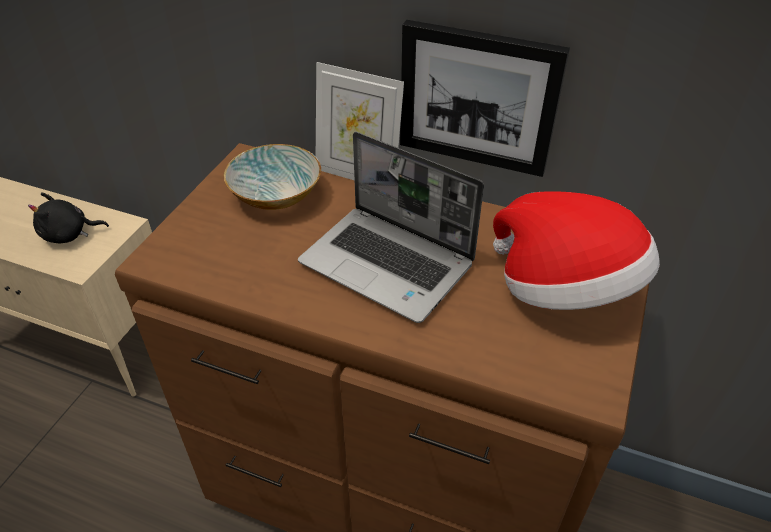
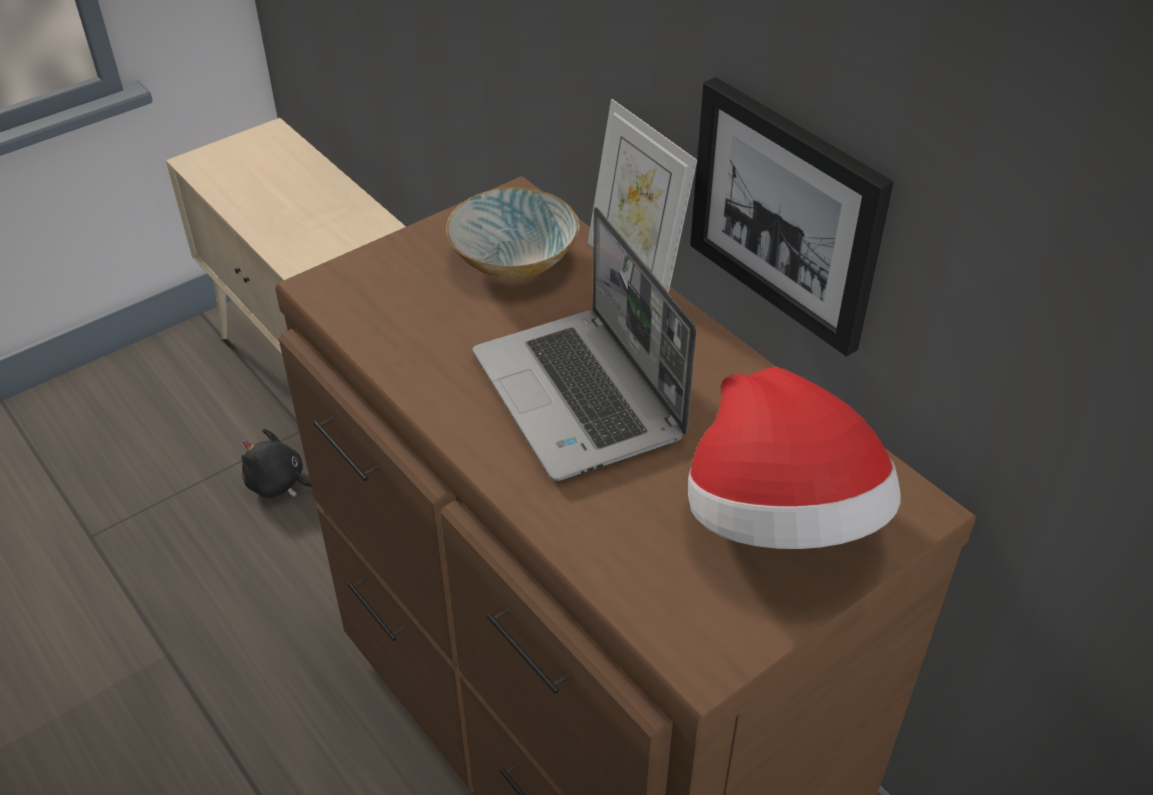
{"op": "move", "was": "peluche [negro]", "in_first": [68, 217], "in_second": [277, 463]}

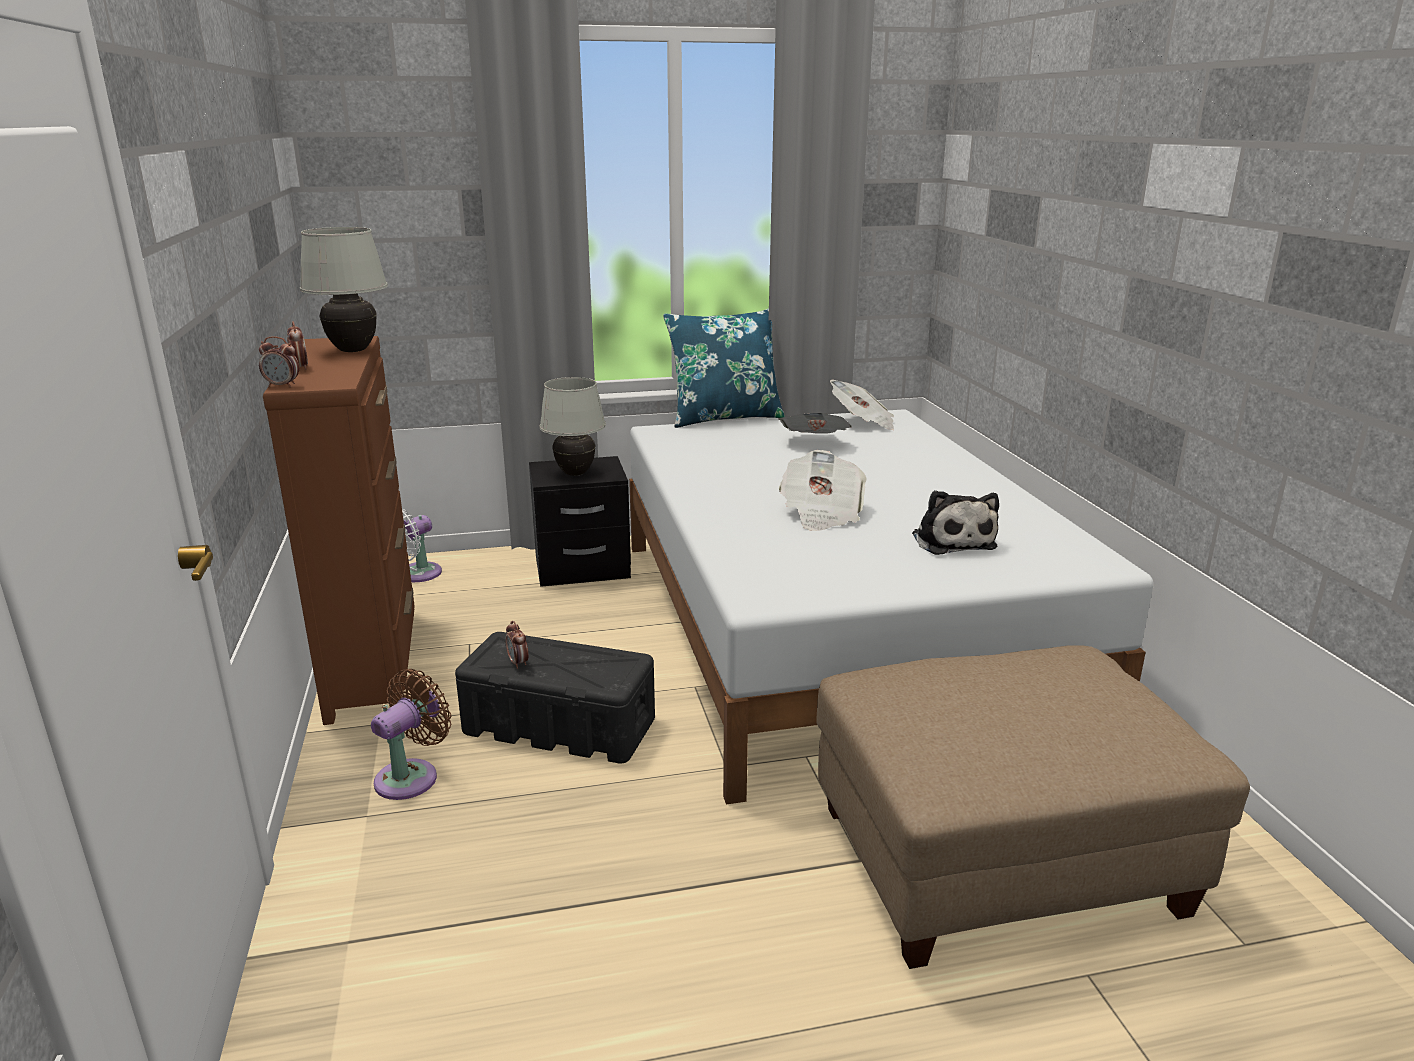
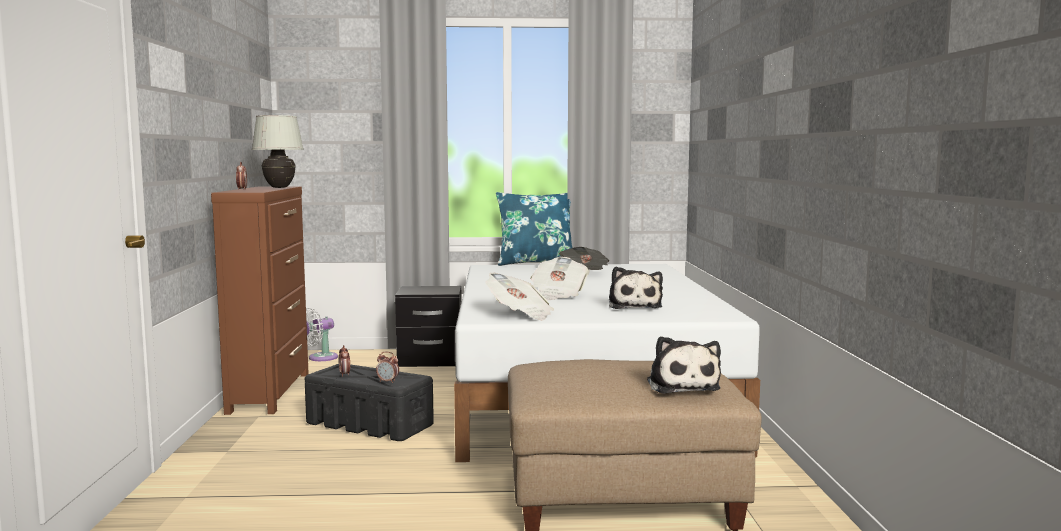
{"op": "move", "was": "despertador", "in_first": [279, 362], "in_second": [387, 367]}
{"op": "move", "was": "periódico", "in_first": [862, 405], "in_second": [519, 297]}
{"op": "insert", "now": "peluche", "in_second": [684, 365]}
{"op": "delete", "was": "ventilador [marrón]", "in_first": [411, 734]}
{"op": "delete", "was": "lámpara de mesa [blanco]", "in_first": [573, 426]}

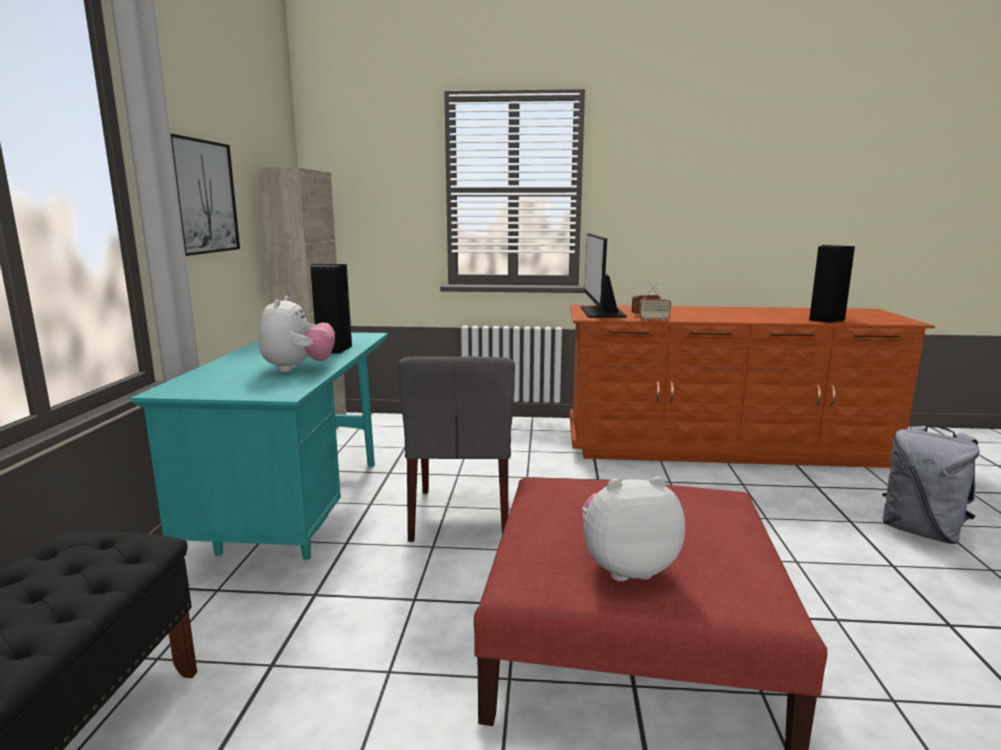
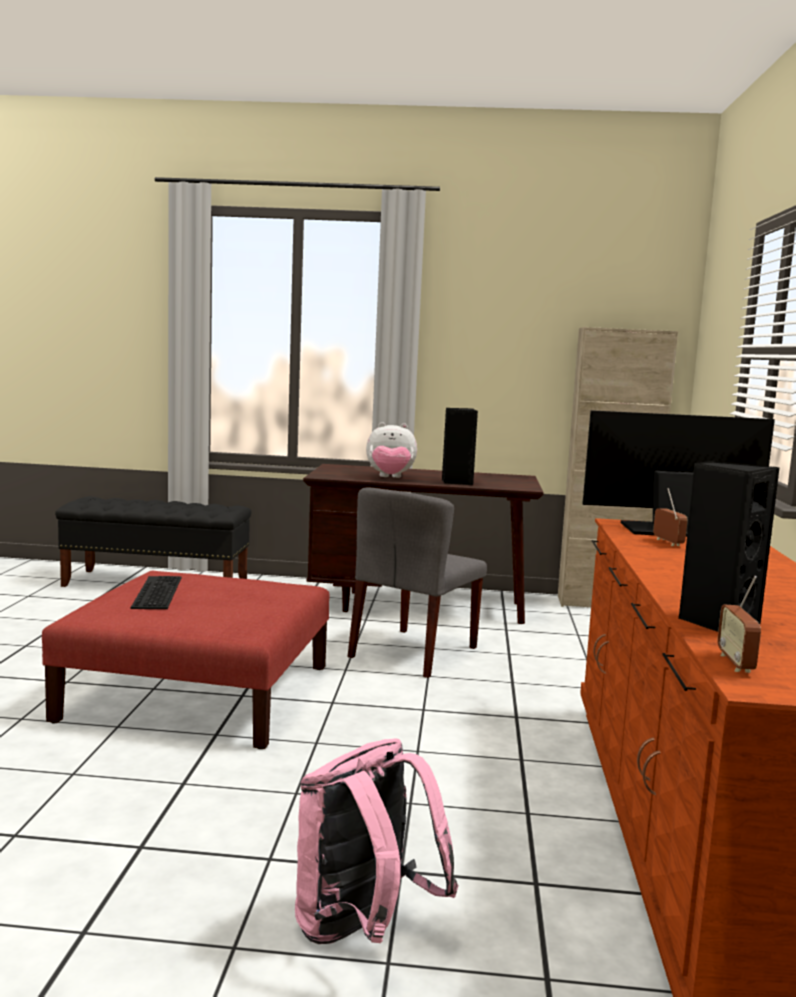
{"op": "replace", "was": "peluche", "now": "teclado", "in_first": [633, 528], "in_second": [156, 592]}
{"op": "recolor", "was": "mochila [gris]", "now": "mochila [rosa]", "in_first": [931, 485], "in_second": [377, 841]}
{"op": "recolor", "was": "escritorio [turquesa]", "now": "escritorio [marrón]", "in_first": [259, 446], "in_second": [423, 544]}
{"op": "rotate", "was": "silla [gris]", "in_first": [456, 449], "in_second": [417, 582], "clockwise": -60}
{"op": "move", "was": "radio", "in_first": [655, 302], "in_second": [739, 624]}
{"op": "delete", "was": "cuadro", "in_first": [205, 194]}

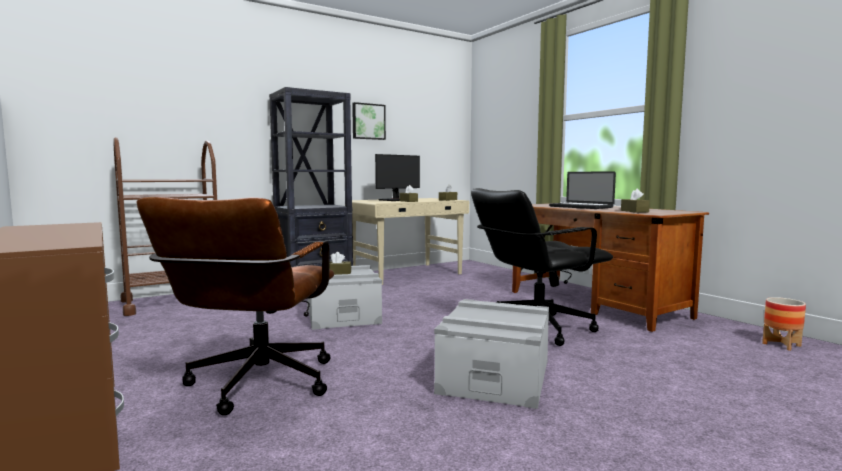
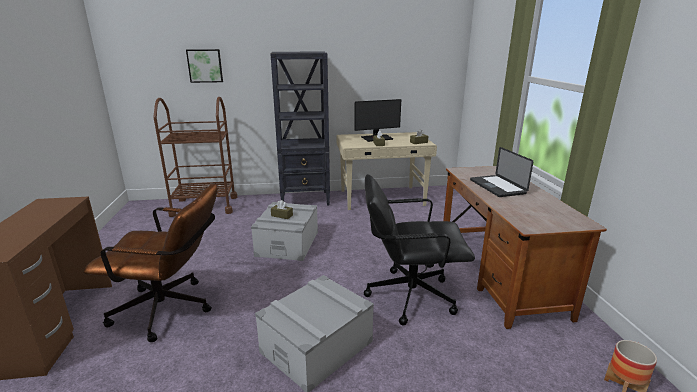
{"op": "rotate", "was": "silla de oficina [marrón]", "in_first": [235, 306], "in_second": [150, 263], "clockwise": -120}
{"op": "move", "was": "cuadro", "in_first": [369, 121], "in_second": [204, 66]}
{"op": "delete", "was": "caja de pañuelos [marrón]", "in_first": [635, 201]}

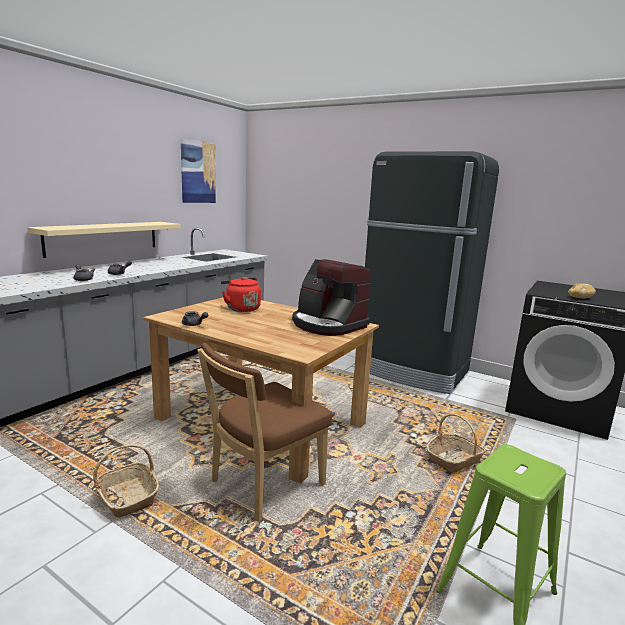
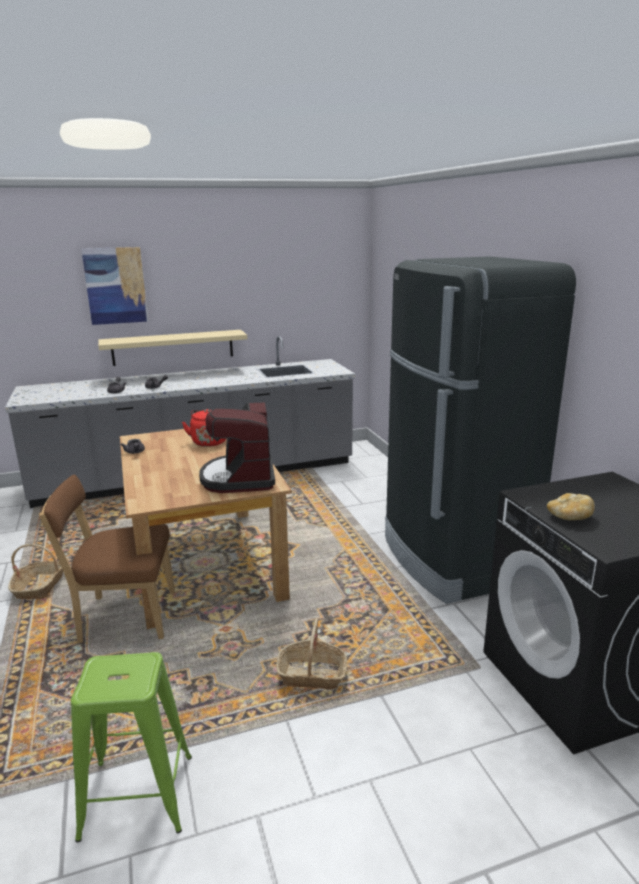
{"op": "move", "was": "cuadro", "in_first": [198, 170], "in_second": [114, 286]}

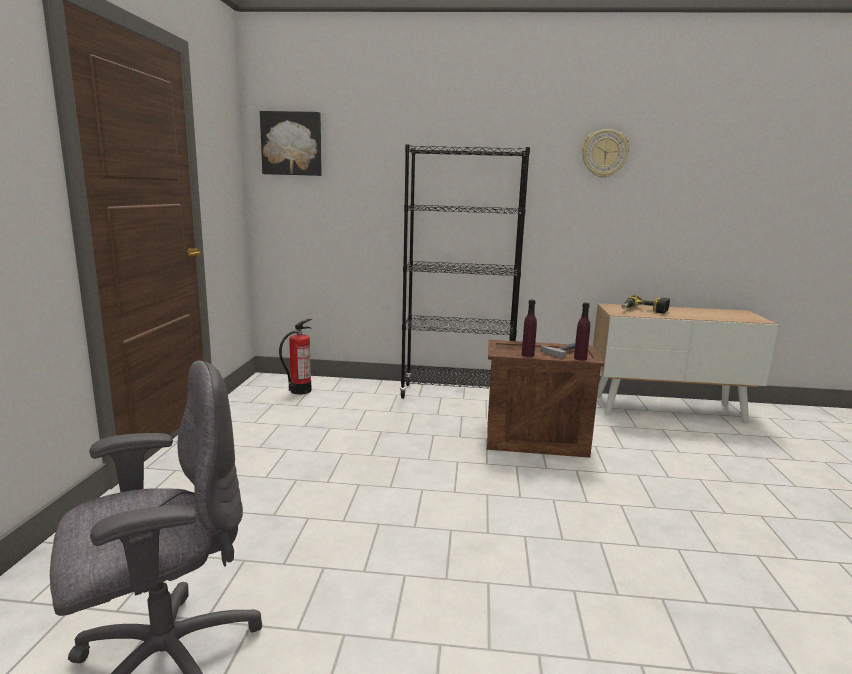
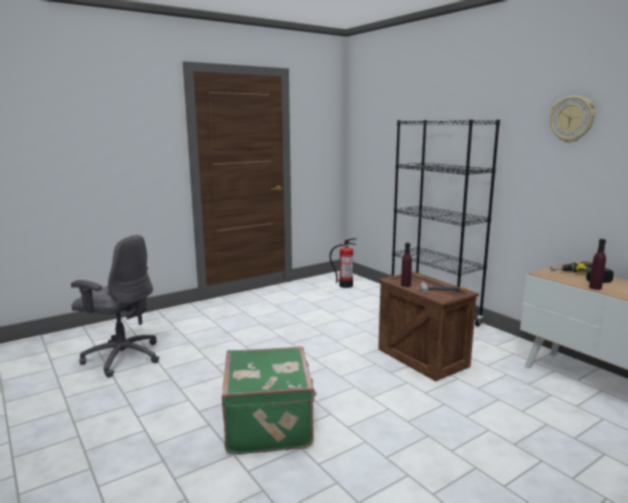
{"op": "insert", "now": "maleta [verde]", "in_second": [269, 400]}
{"op": "move", "was": "botella [morado]", "in_first": [582, 331], "in_second": [597, 264]}
{"op": "delete", "was": "cuadro", "in_first": [291, 143]}

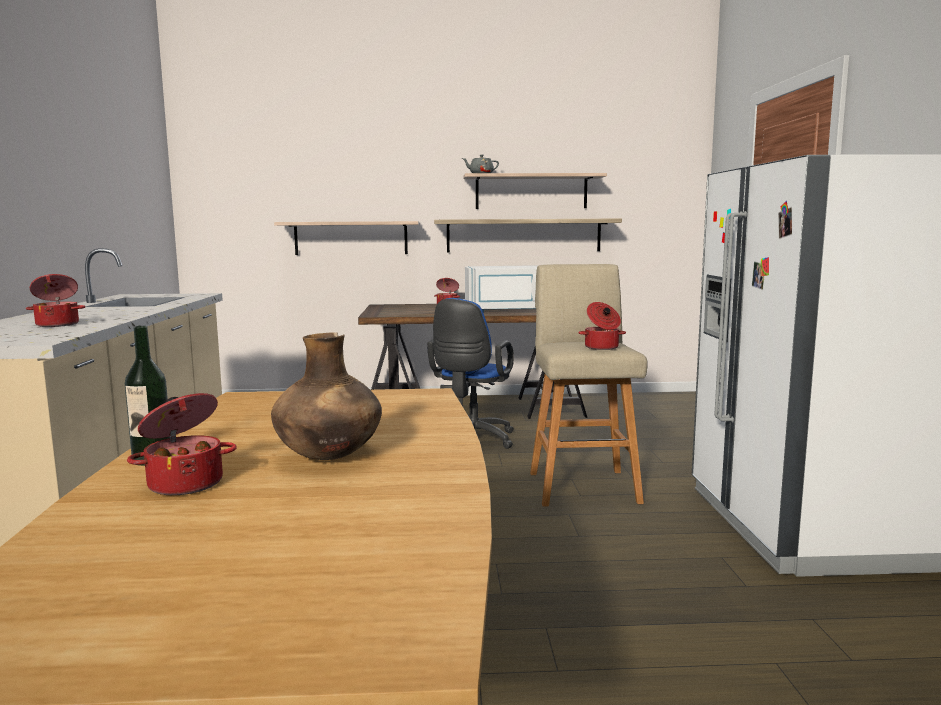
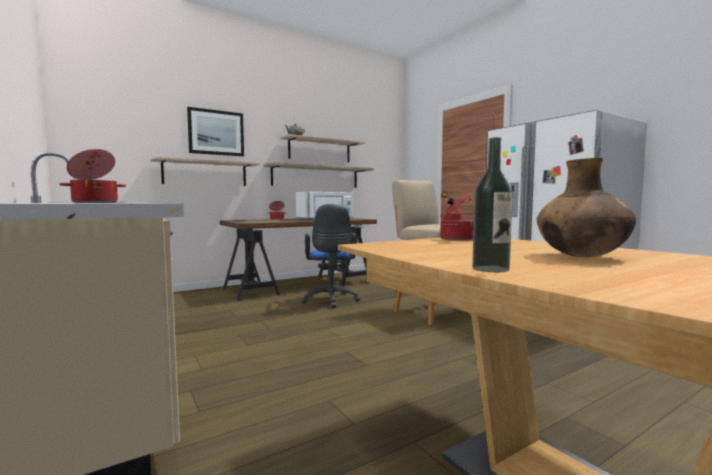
{"op": "insert", "now": "cuadro", "in_second": [215, 131]}
{"op": "move", "was": "olla", "in_first": [182, 444], "in_second": [457, 217]}

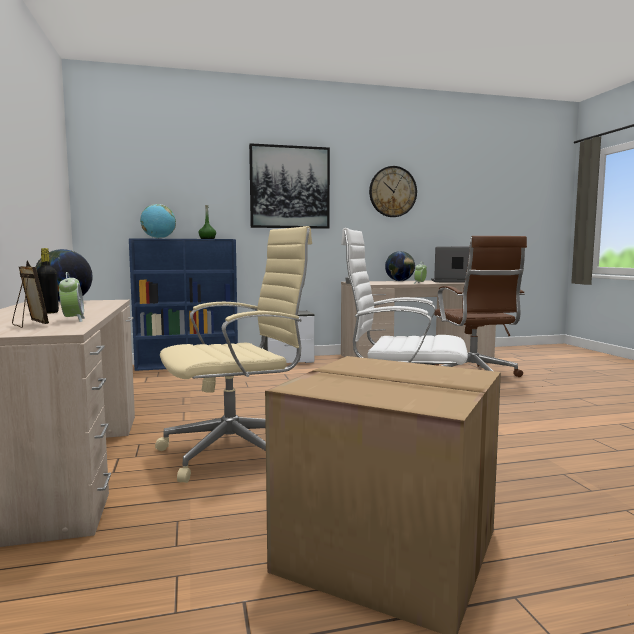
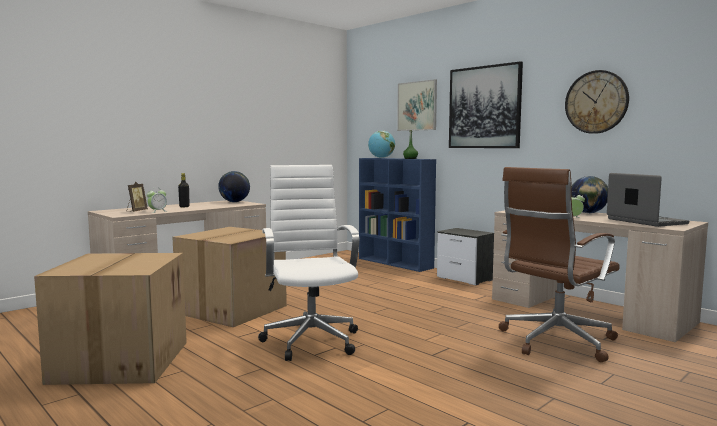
{"op": "replace", "was": "silla de oficina [beis]", "now": "caja de cartón", "in_first": [233, 354], "in_second": [230, 277]}
{"op": "insert", "now": "cuadro", "in_second": [417, 105]}

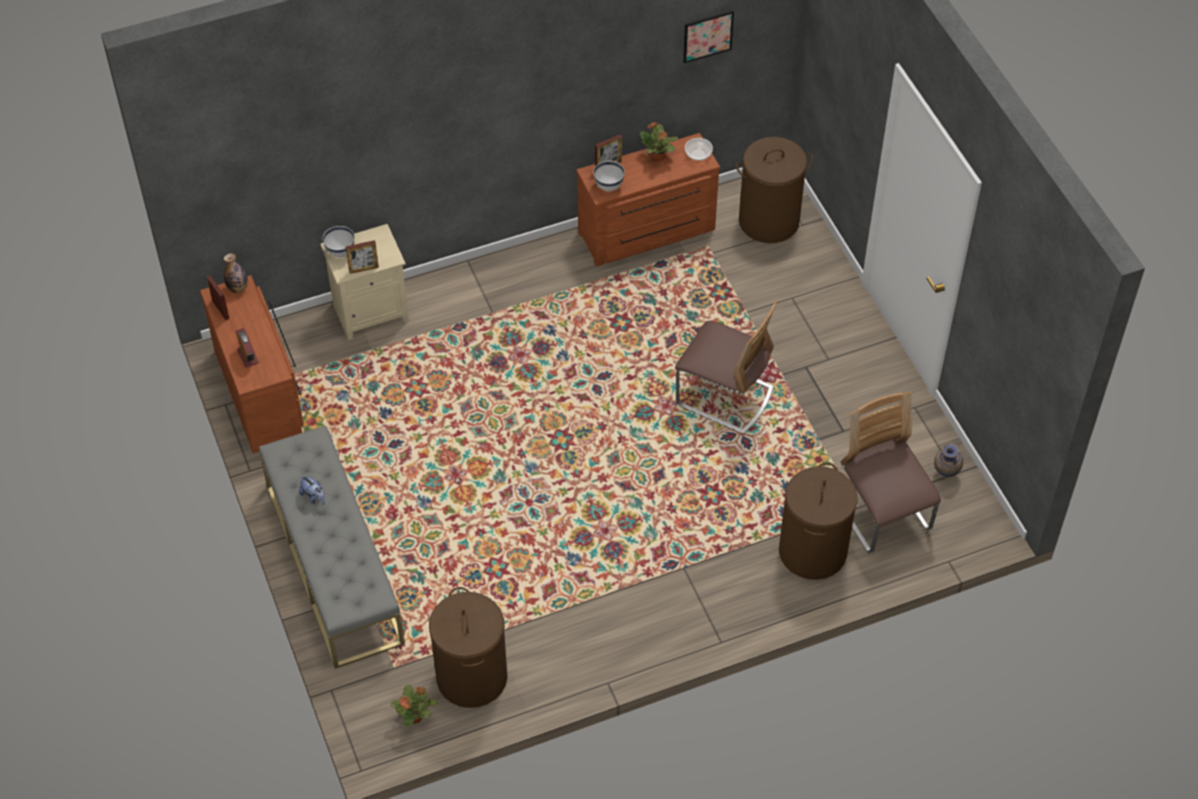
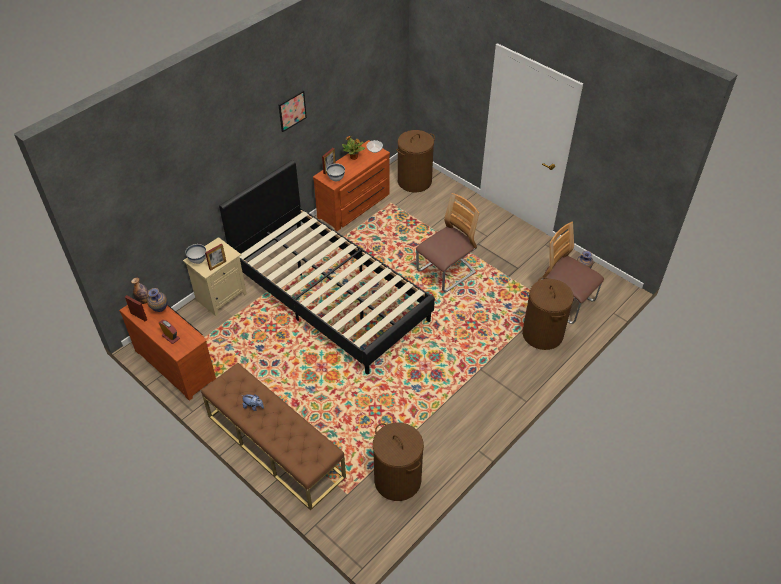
{"op": "insert", "now": "florero", "in_second": [157, 300]}
{"op": "recolor", "was": "banco [gris]", "now": "banco [marrón]", "in_first": [332, 547], "in_second": [273, 436]}
{"op": "insert", "now": "cama [negro]", "in_second": [327, 267]}
{"op": "move", "was": "cuadro", "in_first": [708, 36], "in_second": [292, 111]}
{"op": "rotate", "was": "silla", "in_first": [726, 366], "in_second": [447, 243], "clockwise": -45}
{"op": "delete", "was": "planta en maceta", "in_first": [413, 705]}

